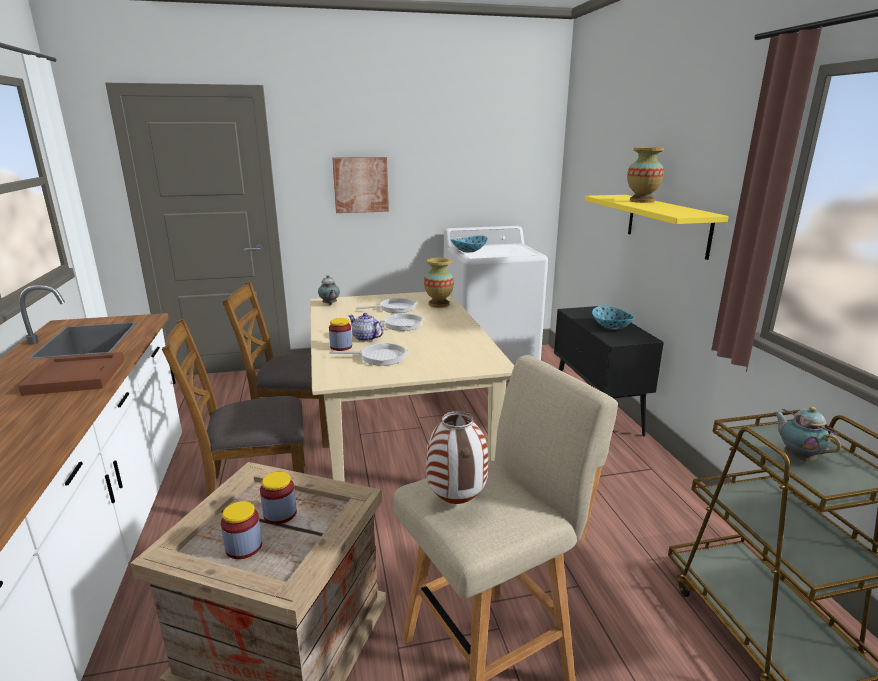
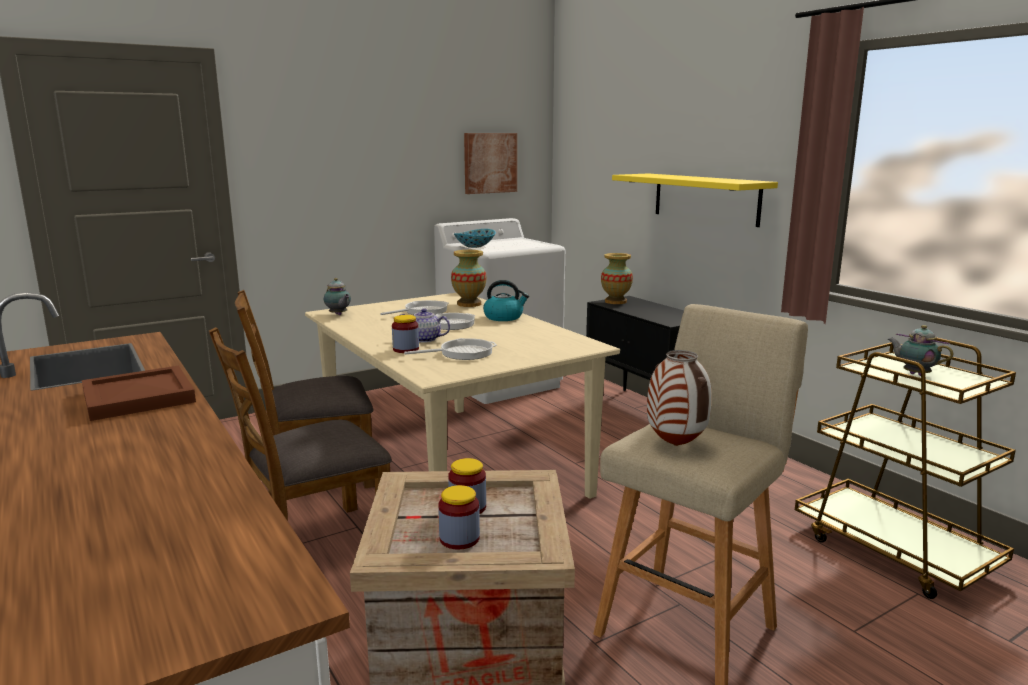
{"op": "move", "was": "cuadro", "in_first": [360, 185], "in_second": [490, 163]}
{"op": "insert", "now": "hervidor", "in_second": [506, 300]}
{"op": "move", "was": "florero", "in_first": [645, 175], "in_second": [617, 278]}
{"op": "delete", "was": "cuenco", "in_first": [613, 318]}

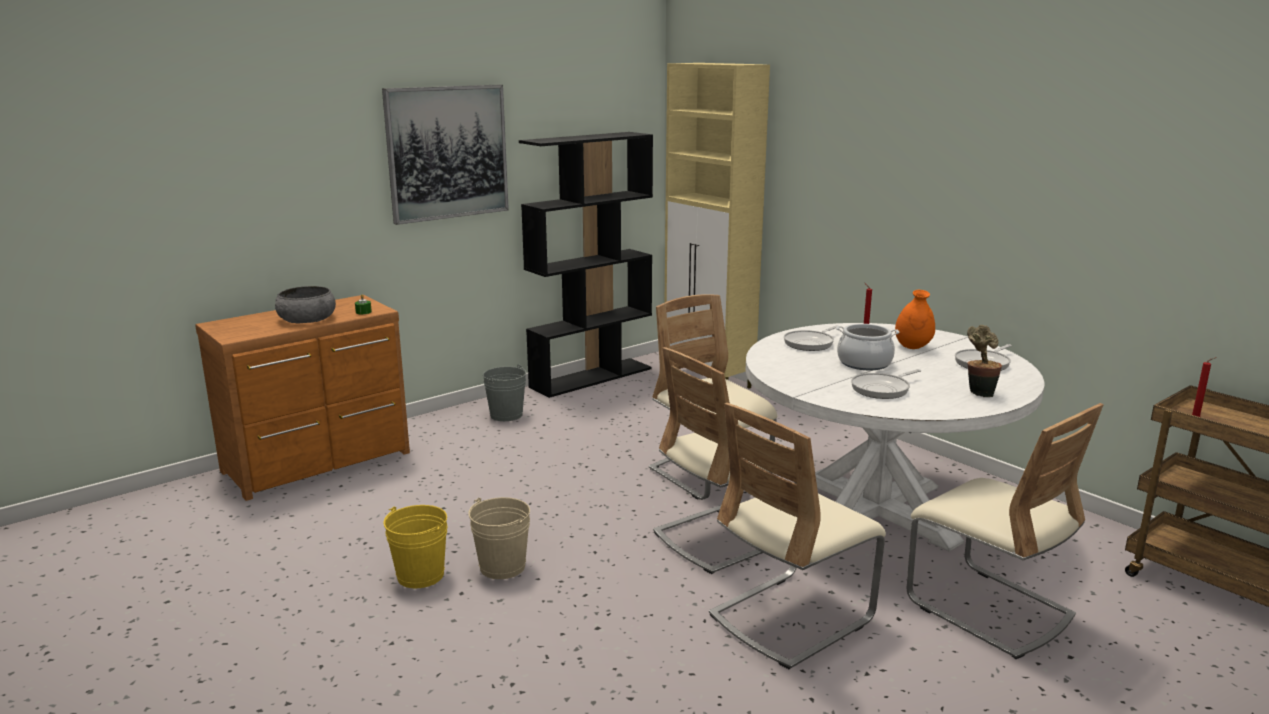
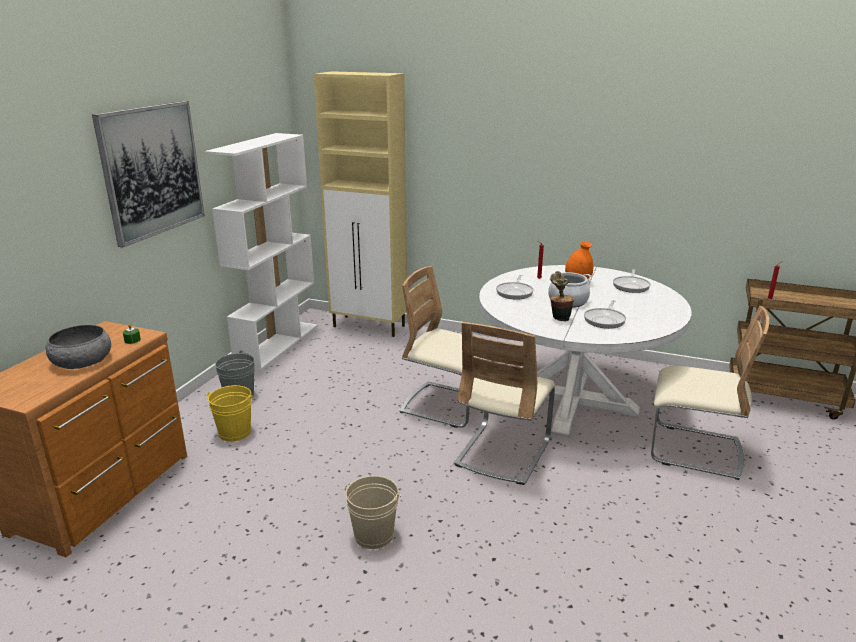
{"op": "recolor", "was": "estantería [negro]", "now": "estantería [blanco]", "in_first": [586, 265], "in_second": [260, 252]}
{"op": "move", "was": "cubo [amarillo]", "in_first": [416, 546], "in_second": [229, 413]}
{"op": "move", "was": "planta en maceta", "in_first": [984, 361], "in_second": [562, 296]}
{"op": "delete", "was": "silla [beis]", "in_first": [797, 536]}

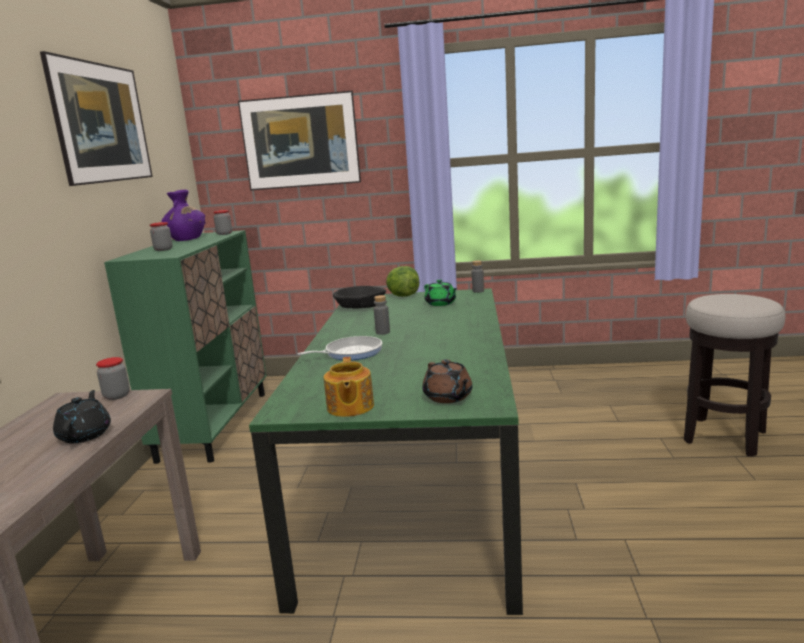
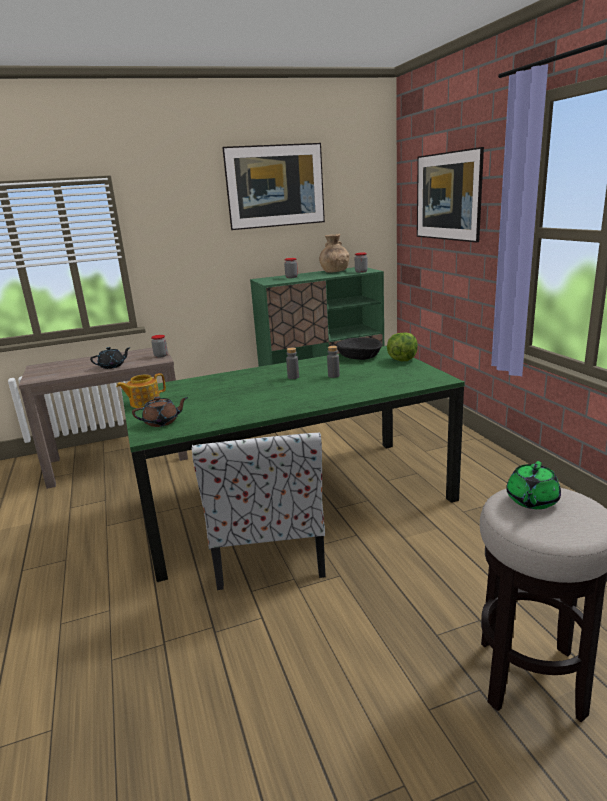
{"op": "rotate", "was": "tetera [marrón]", "in_first": [447, 381], "in_second": [160, 412], "clockwise": -150}
{"op": "insert", "now": "silla", "in_second": [259, 511]}
{"op": "recolor", "was": "florero [morado]", "now": "florero [marrón]", "in_first": [183, 215], "in_second": [334, 253]}
{"op": "move", "was": "botella [gris]", "in_first": [478, 276], "in_second": [333, 362]}
{"op": "move", "was": "tetera [verde]", "in_first": [441, 292], "in_second": [533, 485]}
{"op": "delete", "was": "sartén", "in_first": [339, 348]}

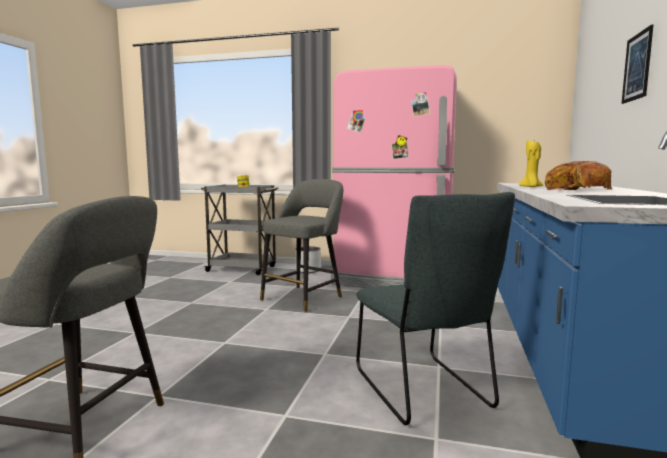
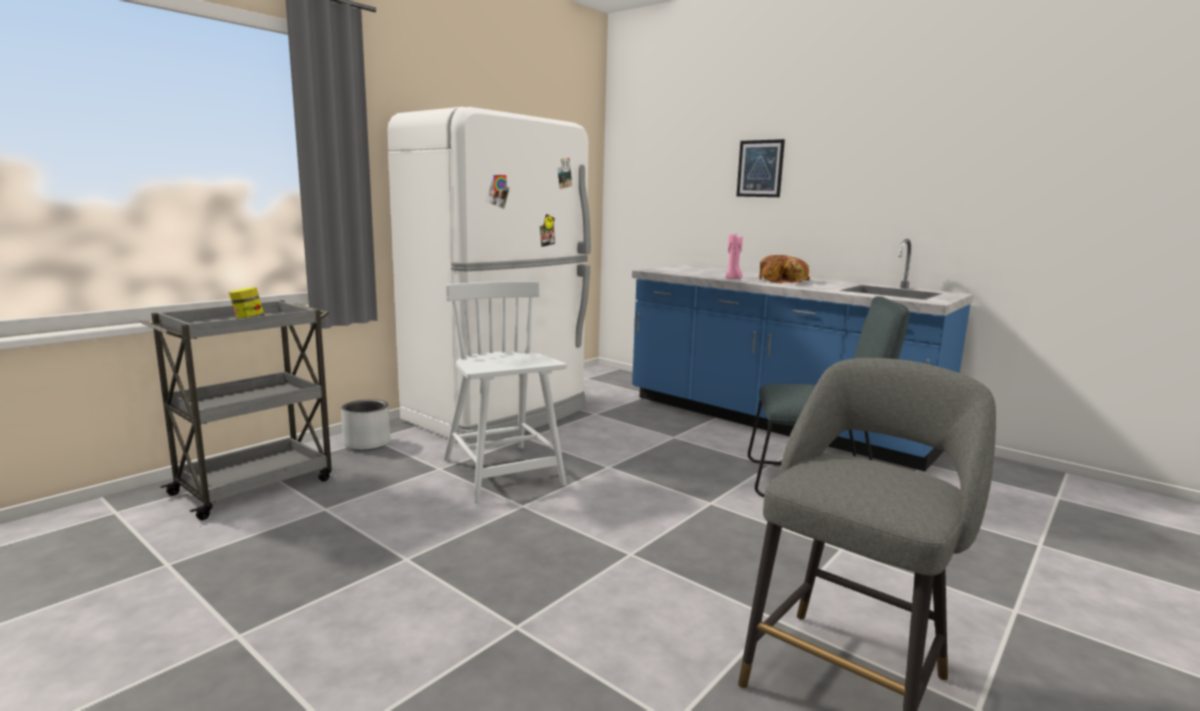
{"op": "recolor", "was": "nevera [rosa]", "now": "nevera [blanco]", "in_first": [394, 176], "in_second": [489, 276]}
{"op": "replace", "was": "taburete [gris]", "now": "silla [blanco]", "in_first": [301, 245], "in_second": [505, 392]}
{"op": "recolor", "was": "vela [amarillo]", "now": "vela [rosa]", "in_first": [531, 163], "in_second": [734, 256]}

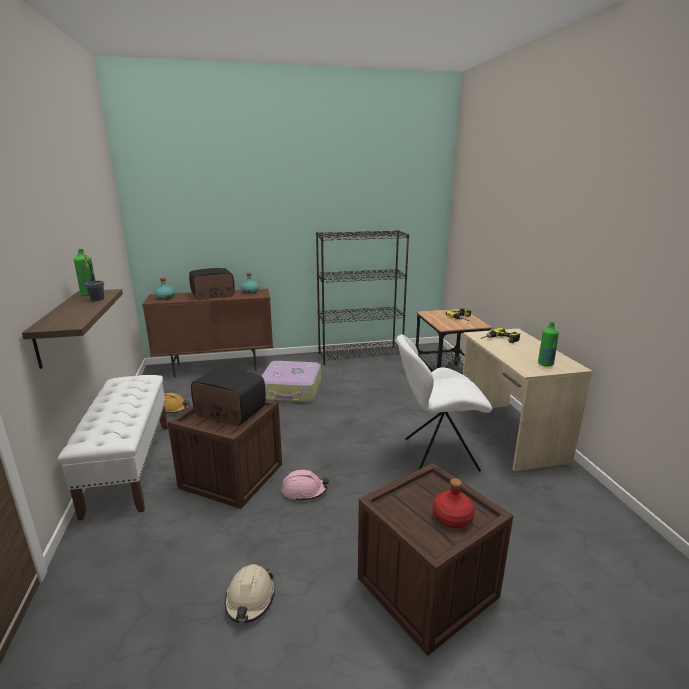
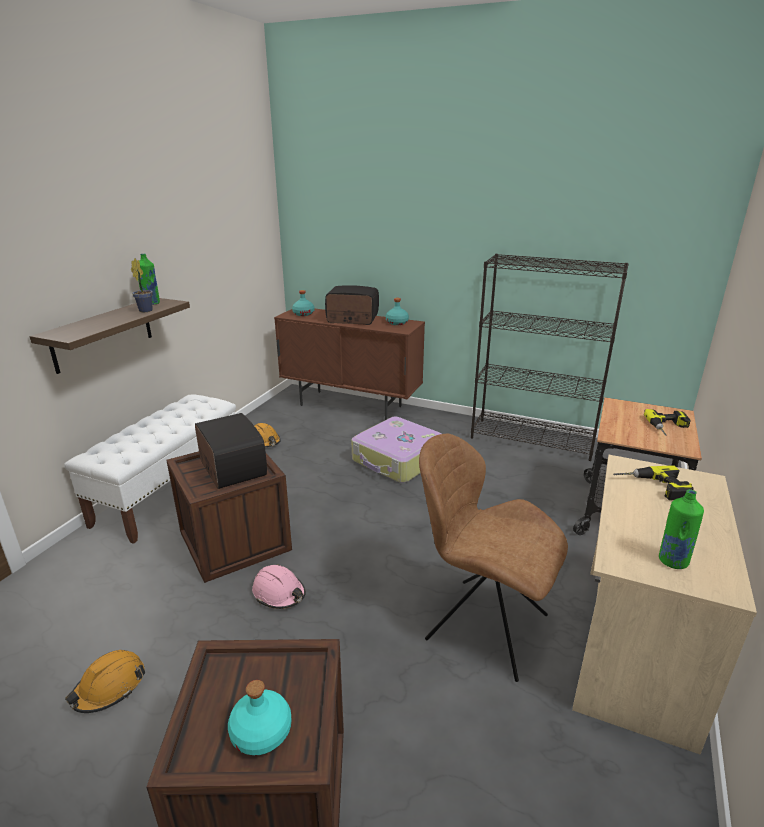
{"op": "recolor", "was": "casco [beis]", "now": "casco [naranja]", "in_first": [250, 593], "in_second": [105, 681]}
{"op": "recolor", "was": "botella [rojo]", "now": "botella [turquesa]", "in_first": [454, 503], "in_second": [259, 717]}
{"op": "recolor", "was": "silla [blanco]", "now": "silla [marrón]", "in_first": [444, 403], "in_second": [493, 558]}

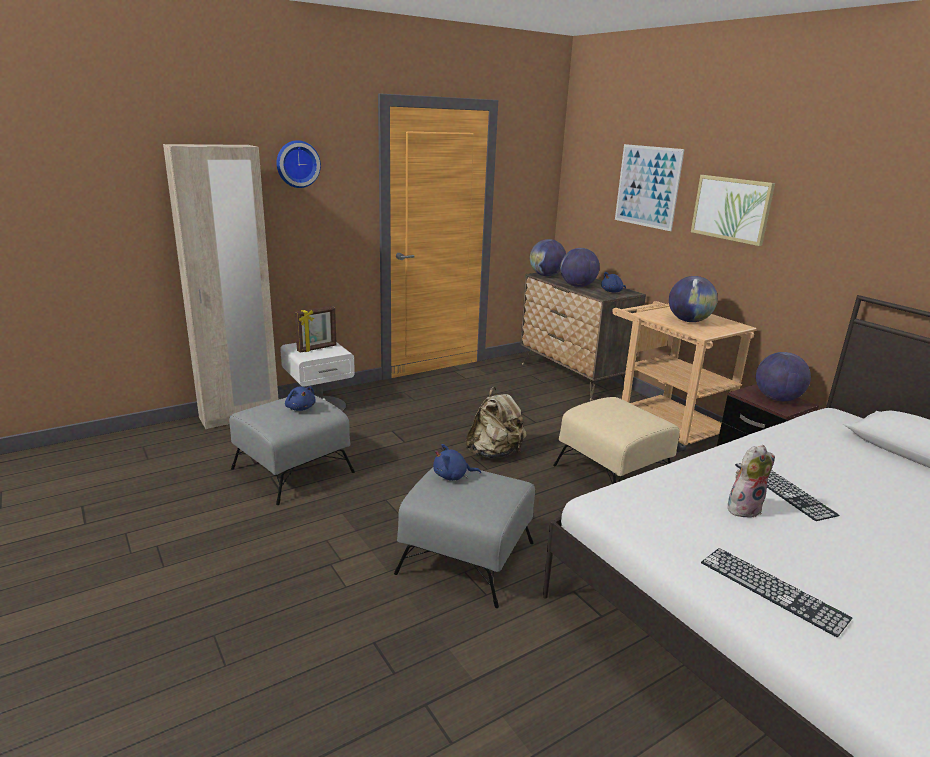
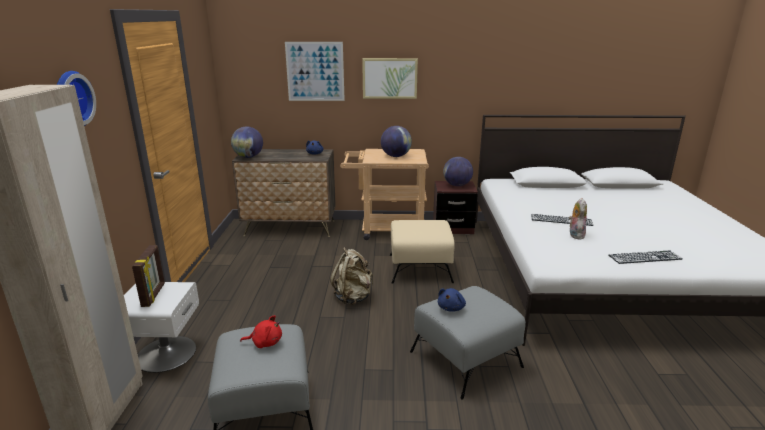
{"op": "recolor", "was": "peluche [azul]", "now": "peluche [rojo]", "in_first": [300, 399], "in_second": [261, 331]}
{"op": "delete", "was": "globo terráqueo", "in_first": [580, 267]}

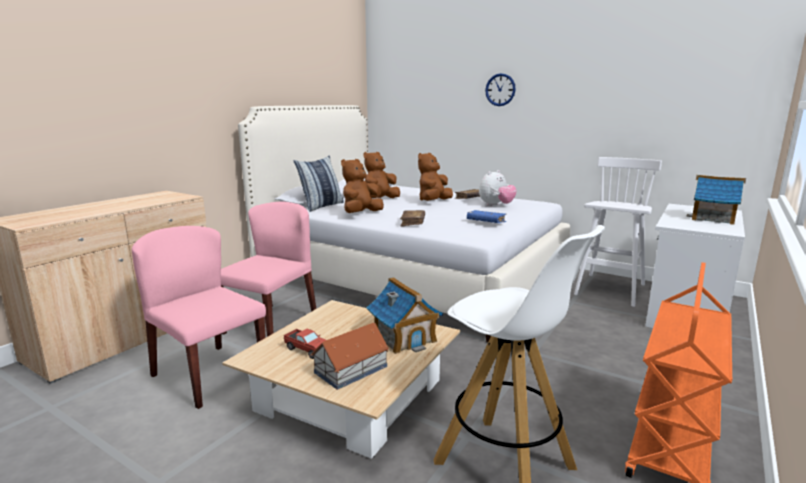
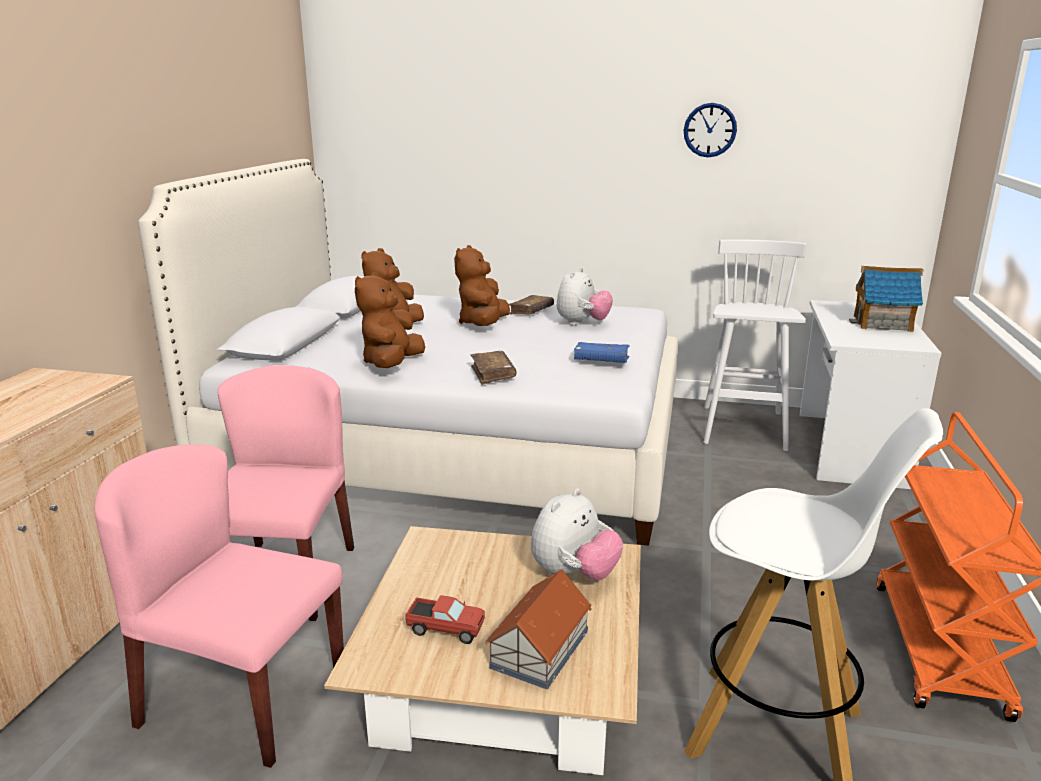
{"op": "replace", "was": "casita", "now": "peluche", "in_first": [405, 315], "in_second": [577, 534]}
{"op": "move", "was": "reloj de pared", "in_first": [500, 89], "in_second": [710, 130]}
{"op": "delete", "was": "cojín", "in_first": [318, 184]}

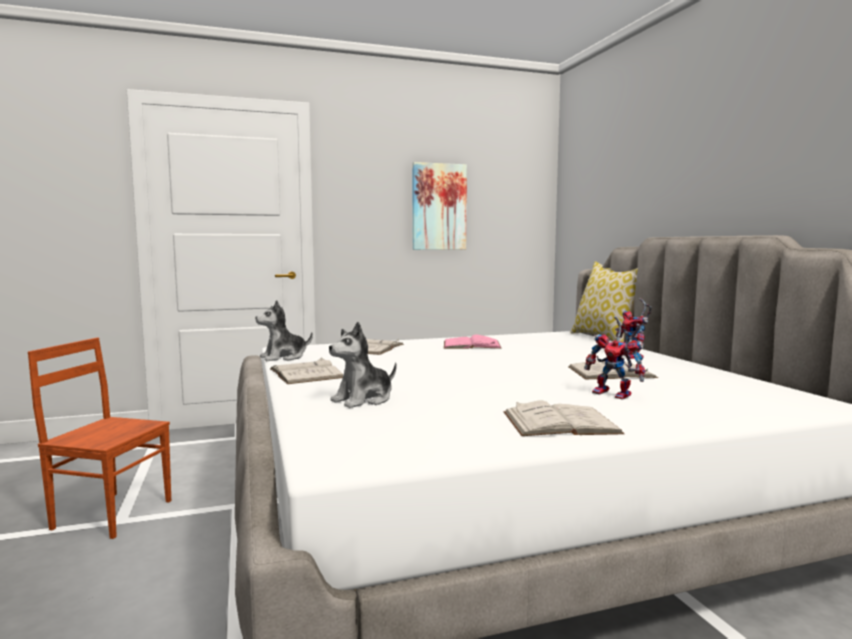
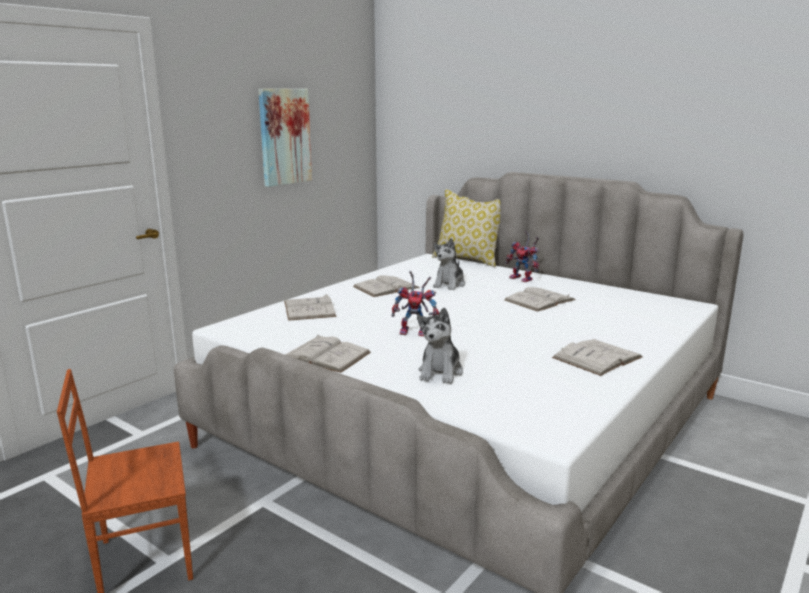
{"op": "recolor", "was": "libro [rosa]", "now": "libro [blanco]", "in_first": [473, 342], "in_second": [386, 286]}
{"op": "move", "was": "robot de juguete", "in_first": [614, 357], "in_second": [415, 303]}
{"op": "move", "was": "peluche", "in_first": [284, 330], "in_second": [449, 264]}

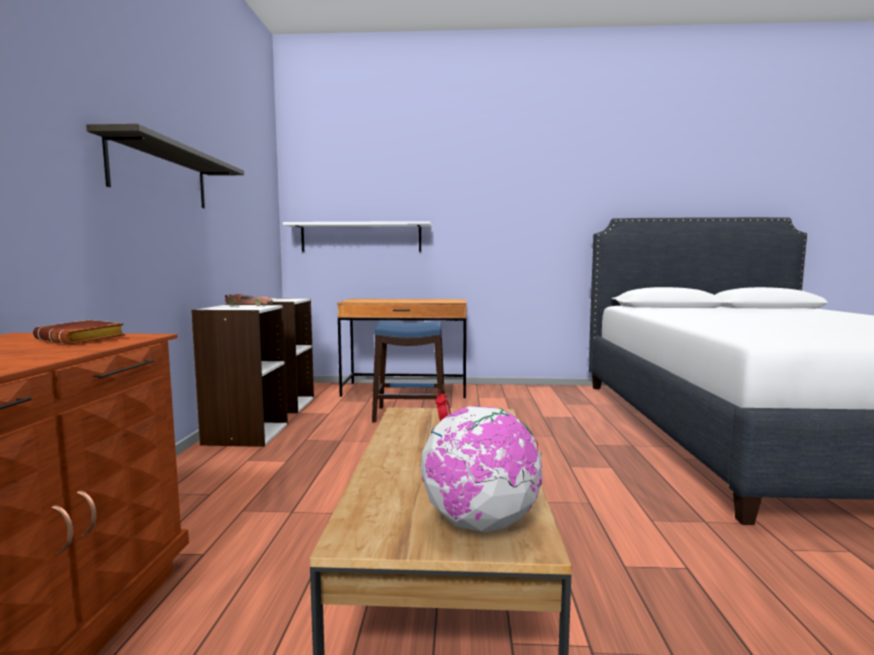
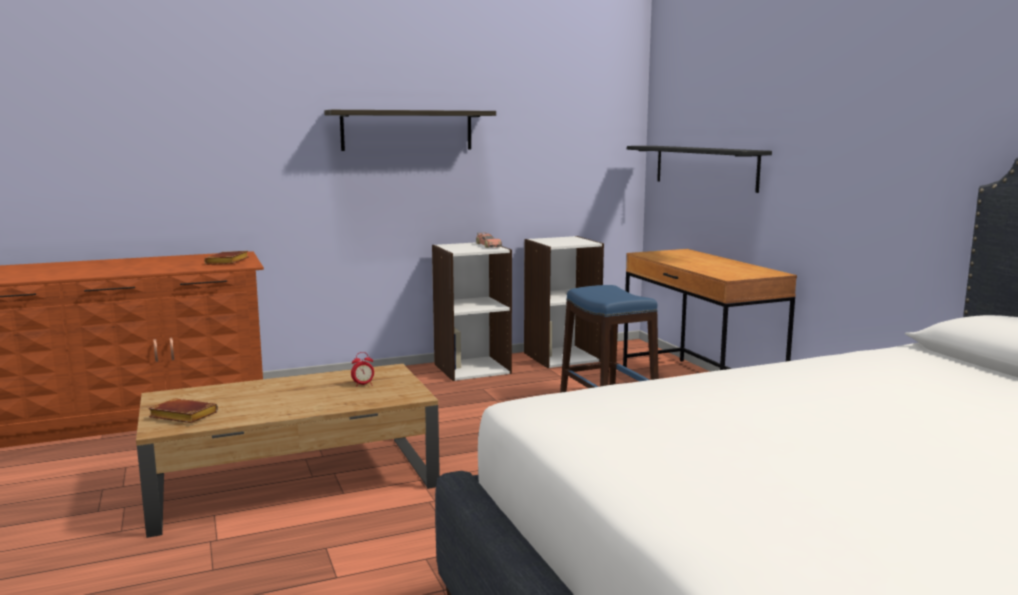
{"op": "replace", "was": "globo terráqueo", "now": "libro [marrón]", "in_first": [482, 469], "in_second": [183, 410]}
{"op": "recolor", "was": "estante [blanco]", "now": "estante [negro]", "in_first": [357, 236], "in_second": [699, 169]}

